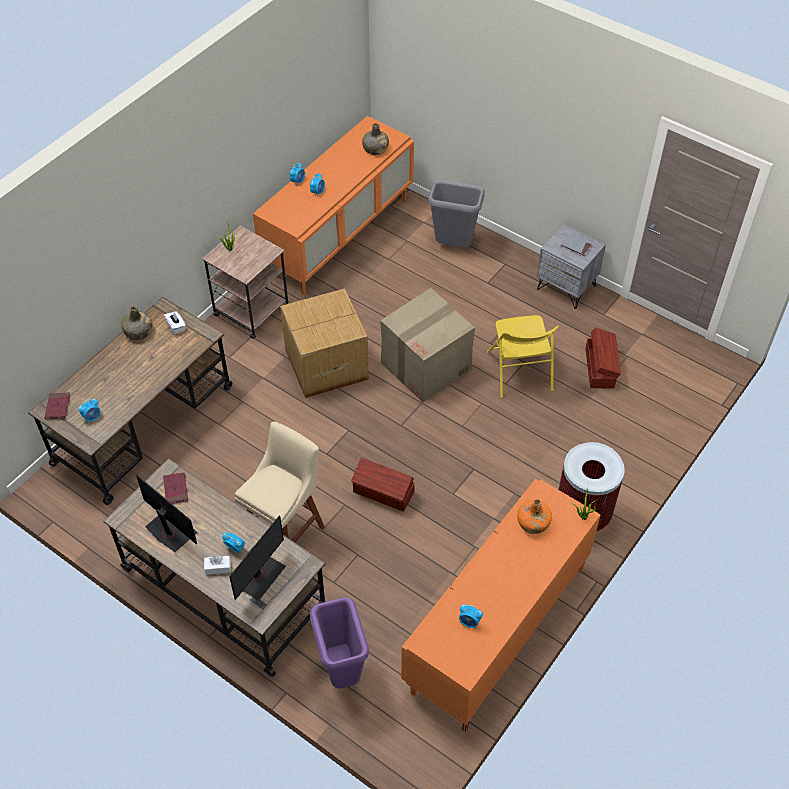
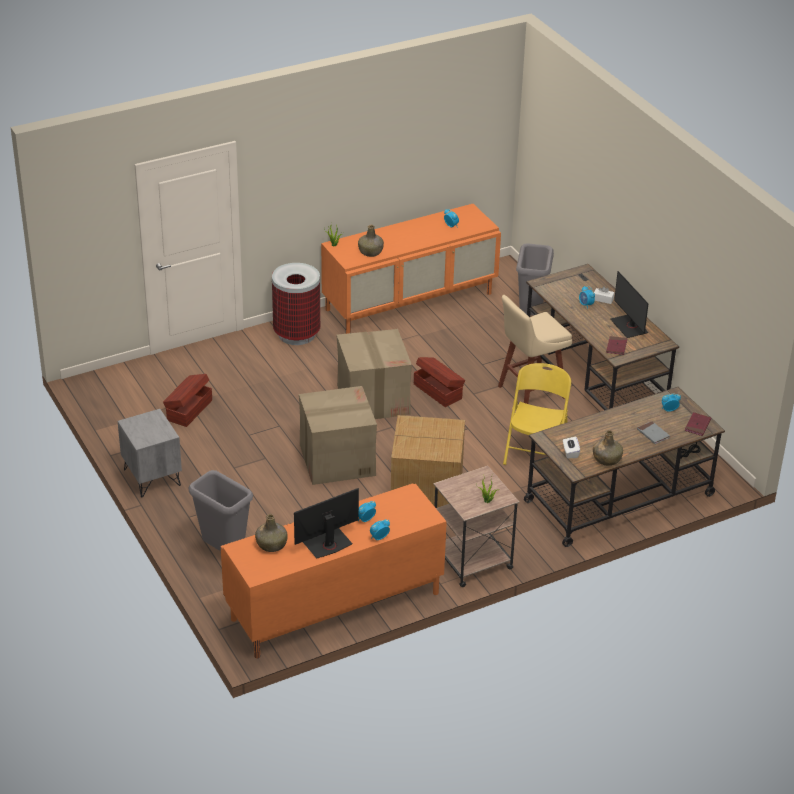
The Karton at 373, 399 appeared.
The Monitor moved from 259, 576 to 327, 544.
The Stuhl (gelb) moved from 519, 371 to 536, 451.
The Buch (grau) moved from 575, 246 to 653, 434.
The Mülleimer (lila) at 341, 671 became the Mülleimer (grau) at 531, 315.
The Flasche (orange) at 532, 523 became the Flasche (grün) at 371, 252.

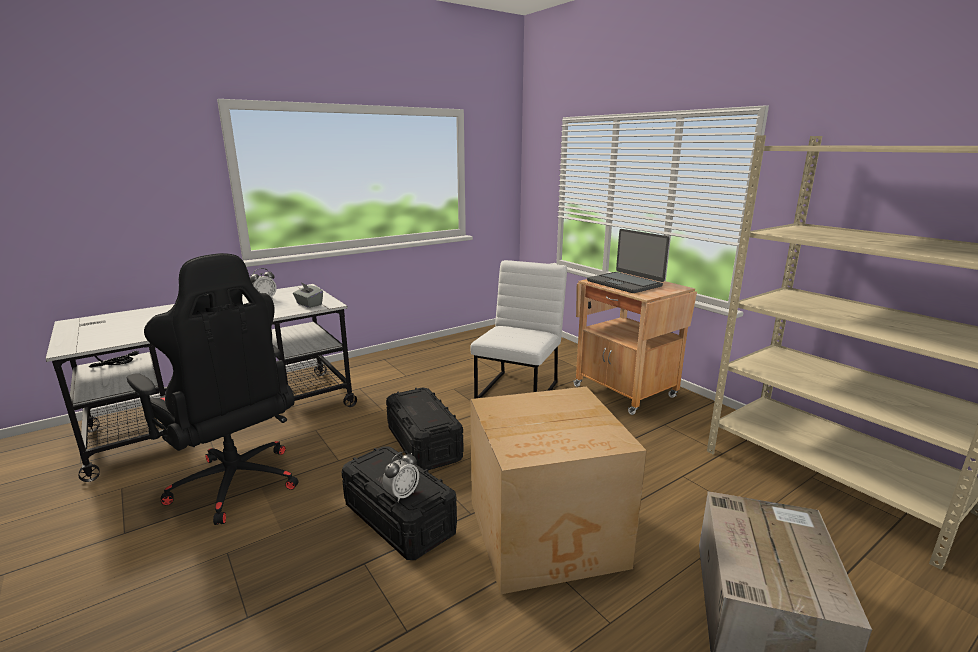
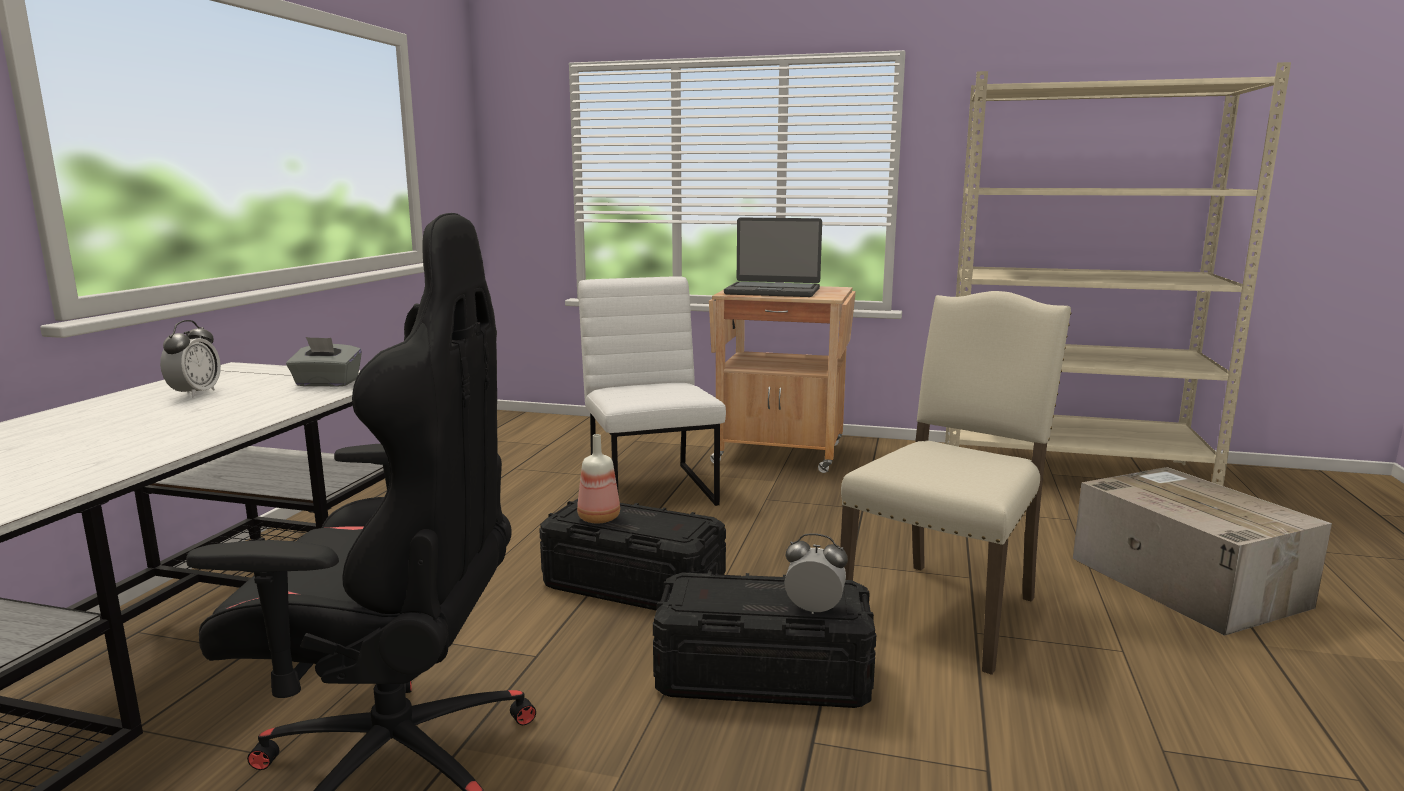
The Flasche at 599, 519 appeared.
The Karton at 548, 534 was replaced by the Stuhl (beige) at 946, 609.
The Wecker at 402, 495 turned 75 degrees counterclockwise.

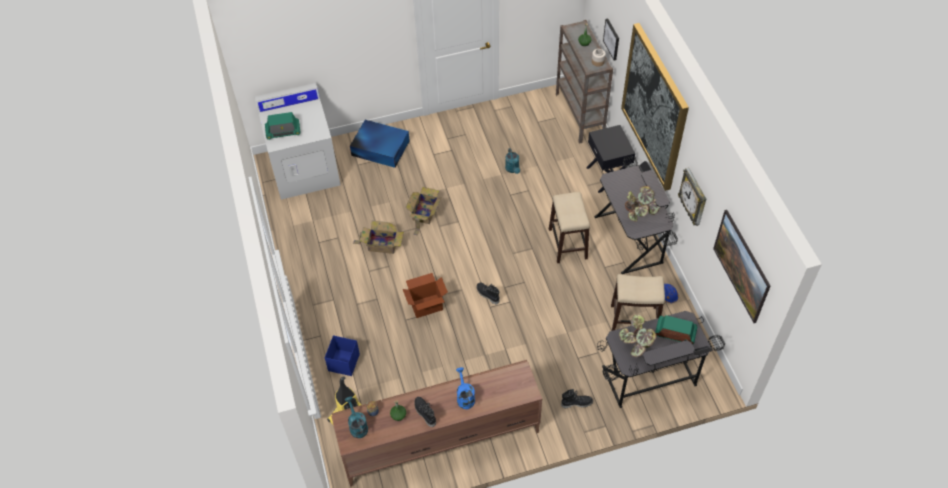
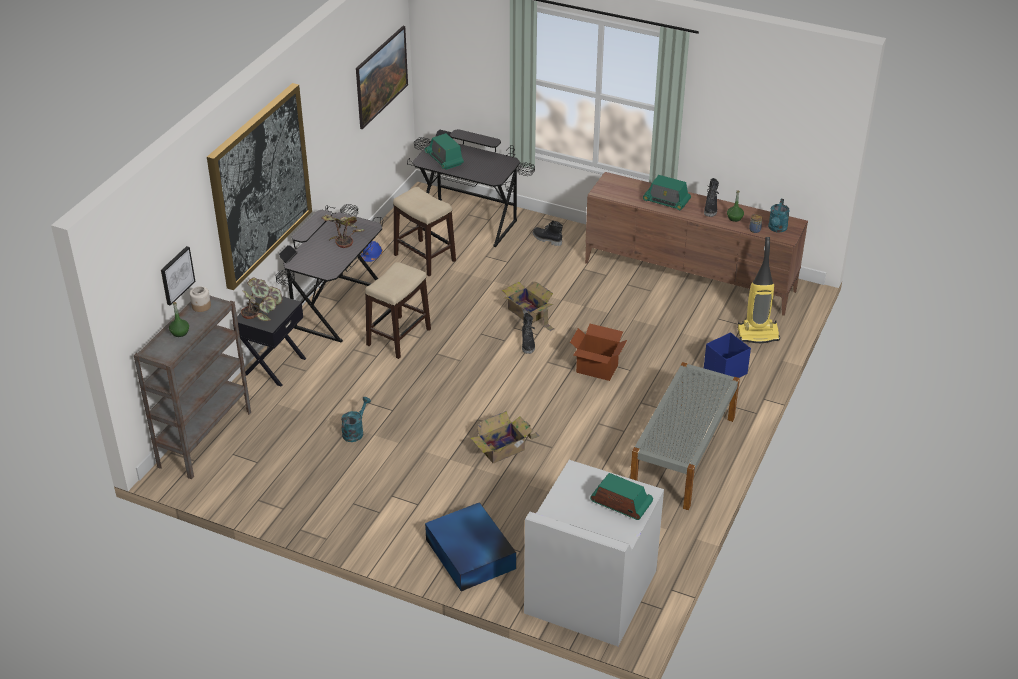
The Wanduhr at 693, 198 disappeared.
The Bank (grau) at 683, 454 appeared.
The Karton moved from 381, 244 to 528, 313.
The Topfpflanze moved from 636, 344 to 262, 311.
The Gießkanne (blau) at 464, 397 was replaced by the Radio at 666, 201.

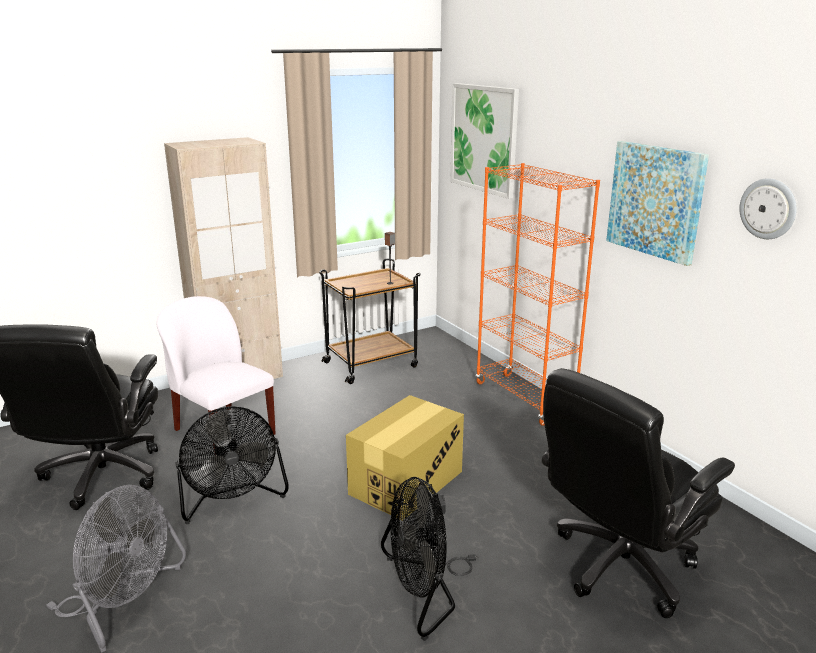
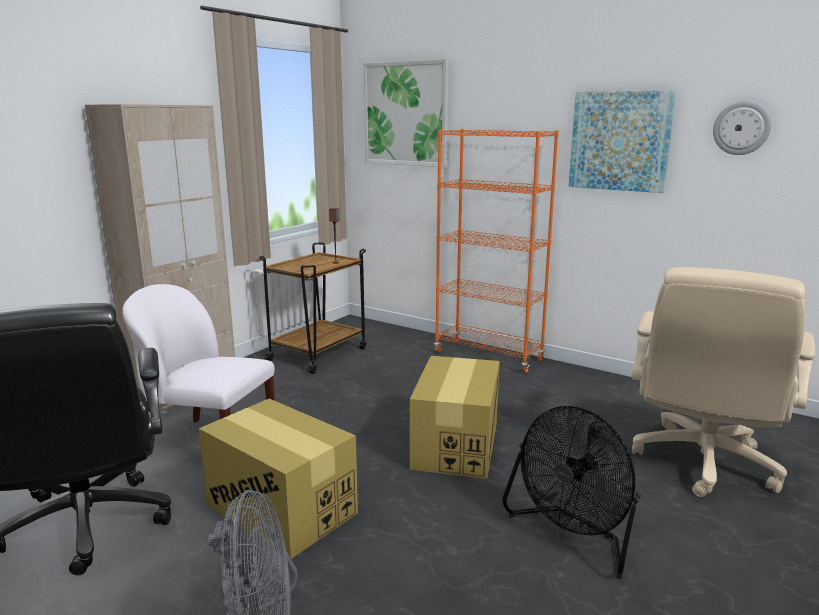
The Ventilator (schwarz) at 228, 499 was replaced by the Karton at 281, 508.
The Bürostuhl (schwarz) at 617, 567 became the Bürostuhl (beige) at 701, 465.

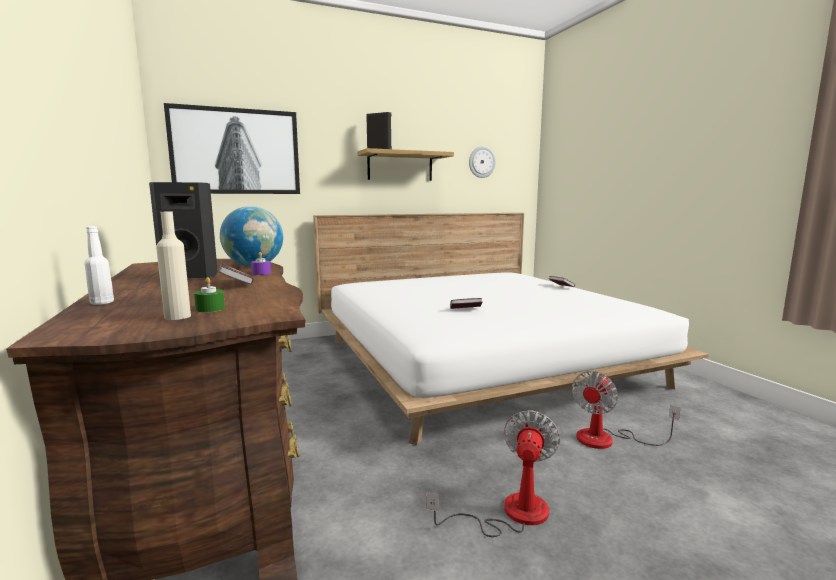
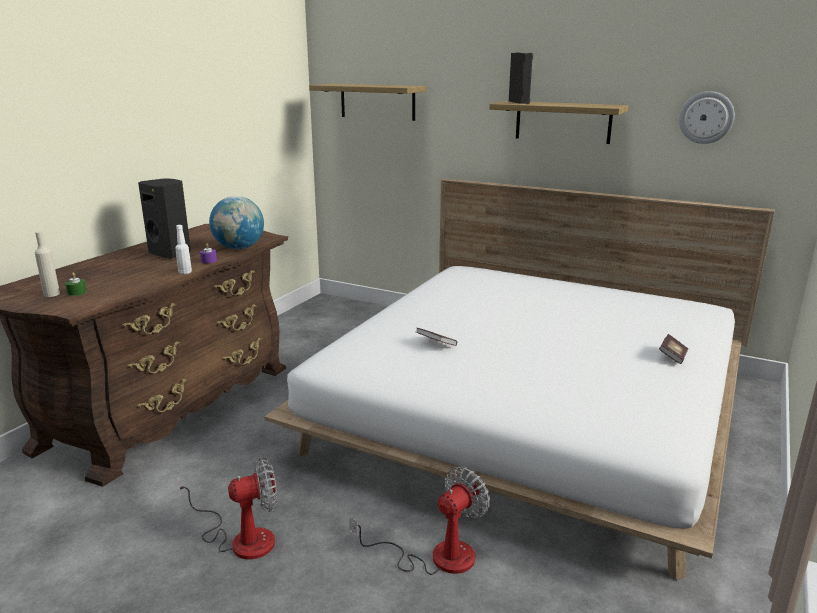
The Buch at 236, 284 disappeared.
The Flasche (weiß) moved from 102, 303 to 185, 272.
The Bild at 236, 151 was replaced by the Wandregal at 377, 101.
The Ventilator at 607, 439 turned 135 degrees clockwise.

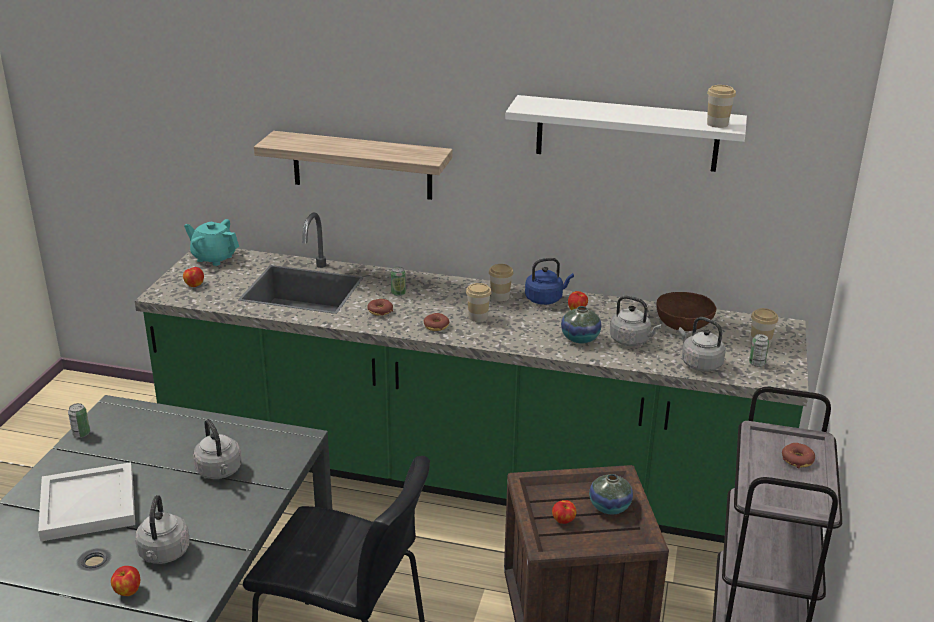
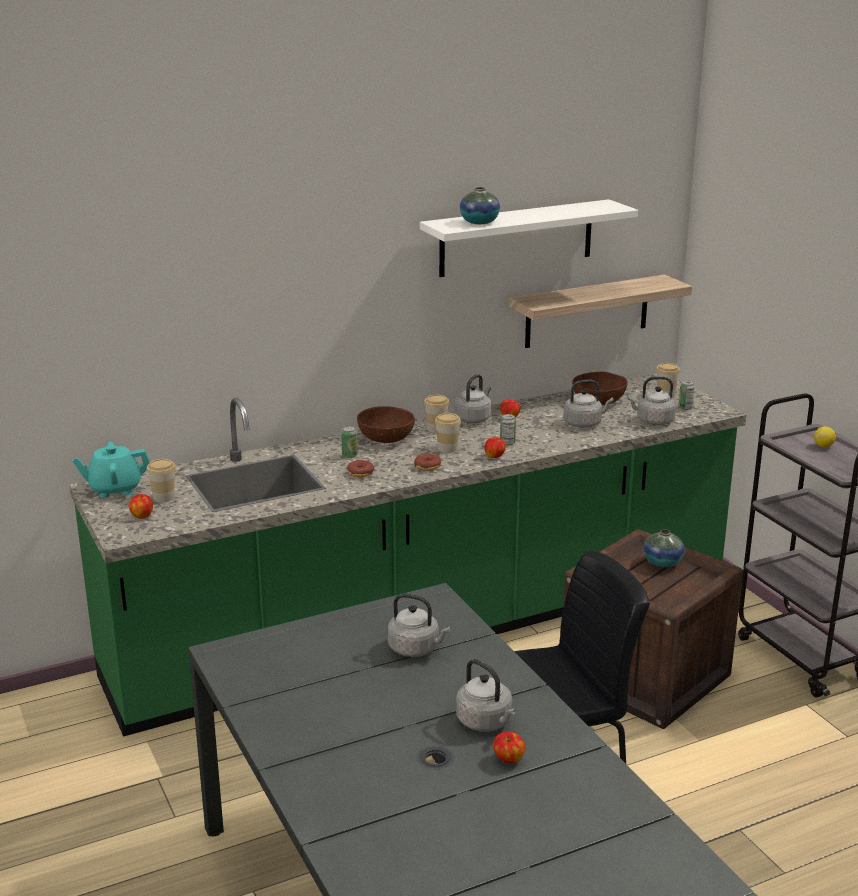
The Tablett (weiß) at 90, 504 disappeared.
The Schüssel (braun) at 386, 439 appeared.
The Dose moved from 81, 434 to 507, 443.
The Wandregal moved from 362, 165 to 587, 311.
The Apfel moved from 563, 521 to 494, 457.
The Vase moved from 580, 338 to 479, 222.
The Tasse moved from 717, 124 to 163, 497.
The Donut at 797, 460 was replaced by the Zitrone at 823, 446.
The Wasserkessel (blau) at 545, 299 became the Wasserkessel (grau) at 473, 418.

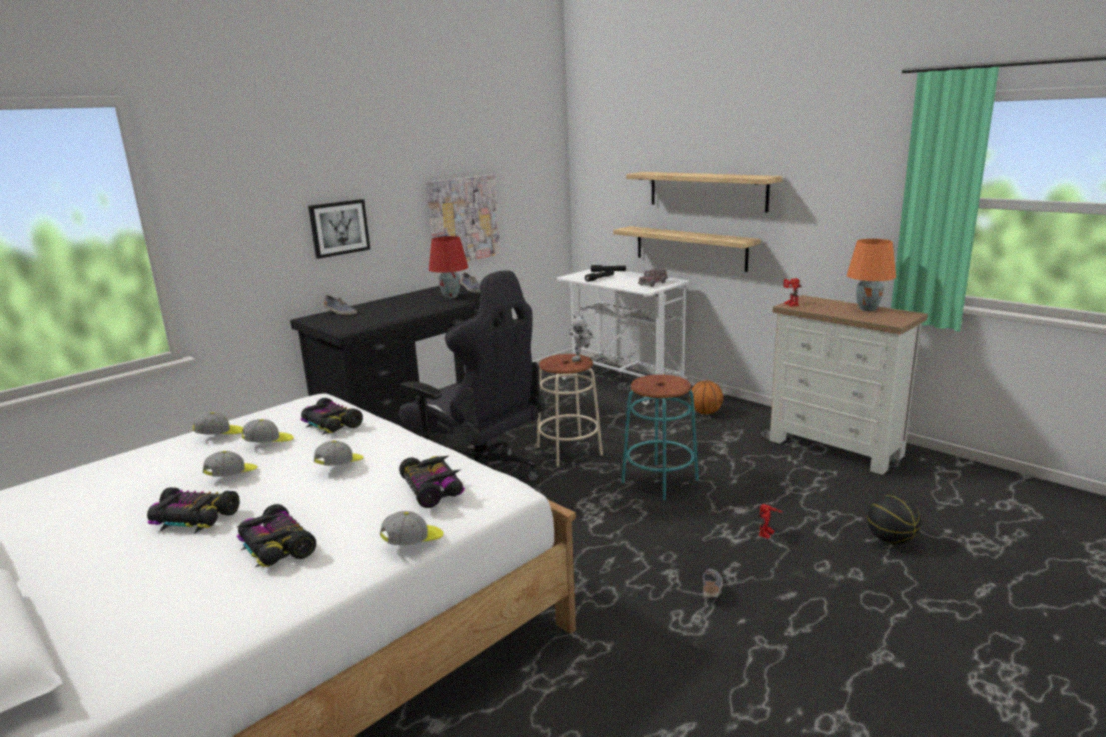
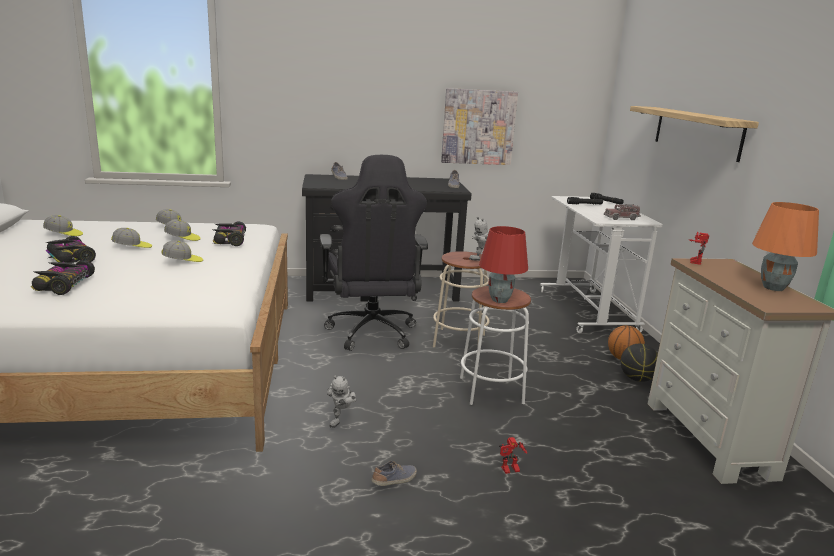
The Bild at 339, 228 disappeared.
The Spielzeugauto at 433, 489 disappeared.
The Wandregal at 690, 248 disappeared.
The Spielzeugroboter at 342, 420 appeared.
The Kappe moved from 413, 541 to 64, 234.
The Tischlampe (rot) moved from 451, 297 to 500, 300.
The Basketball moved from 891, 540 to 637, 379.
The Hocker (türkis) at 660, 481 became the Hocker (weiß) at 491, 390.

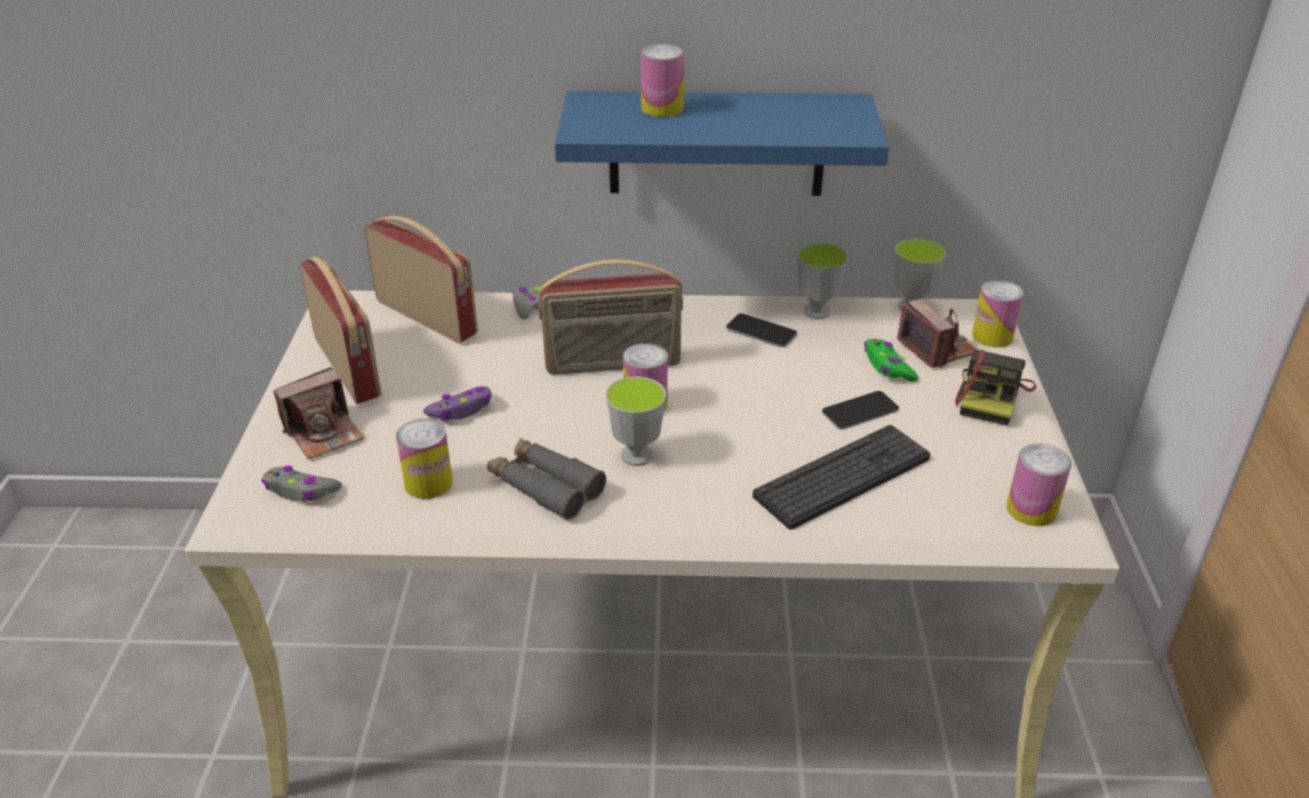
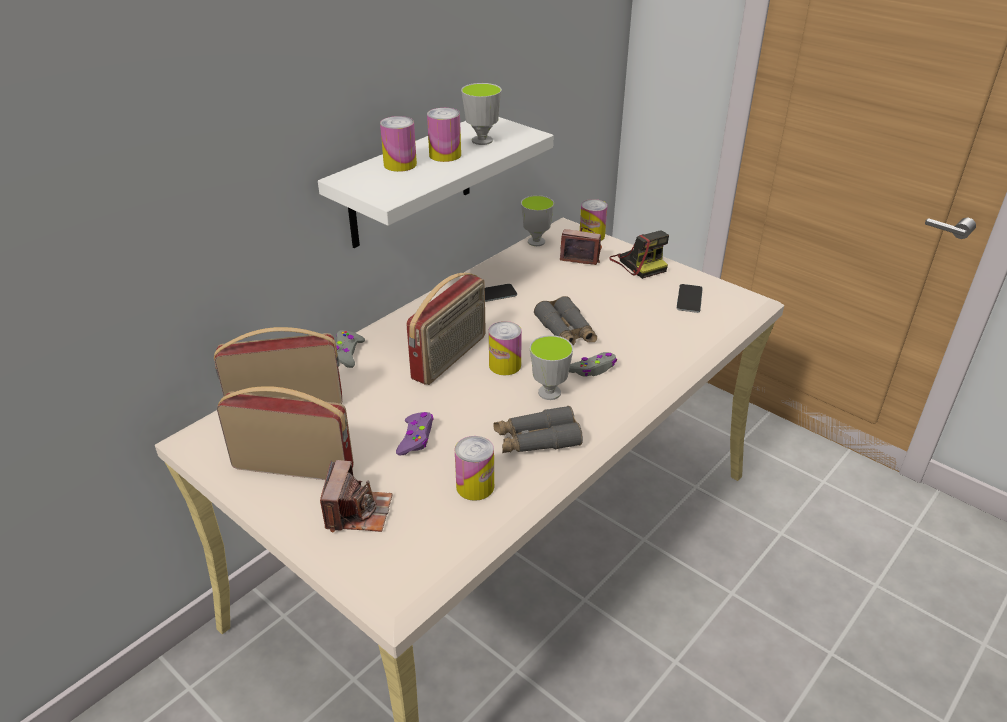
The Tastatur at 842, 477 disappeared.
The Gamepad (grün) at 887, 367 disappeared.
The Fernglas (grau) at 566, 331 appeared.
The Gamepad (grau) moved from 301, 491 to 593, 369.
The Tasse moved from 816, 312 to 482, 140.
The Handy moved from 860, 411 to 689, 299.
The Dose moved from 1031, 509 to 445, 155.
The Wandregal (blau) at 717, 144 became the Wandregal (weiß) at 410, 181.

